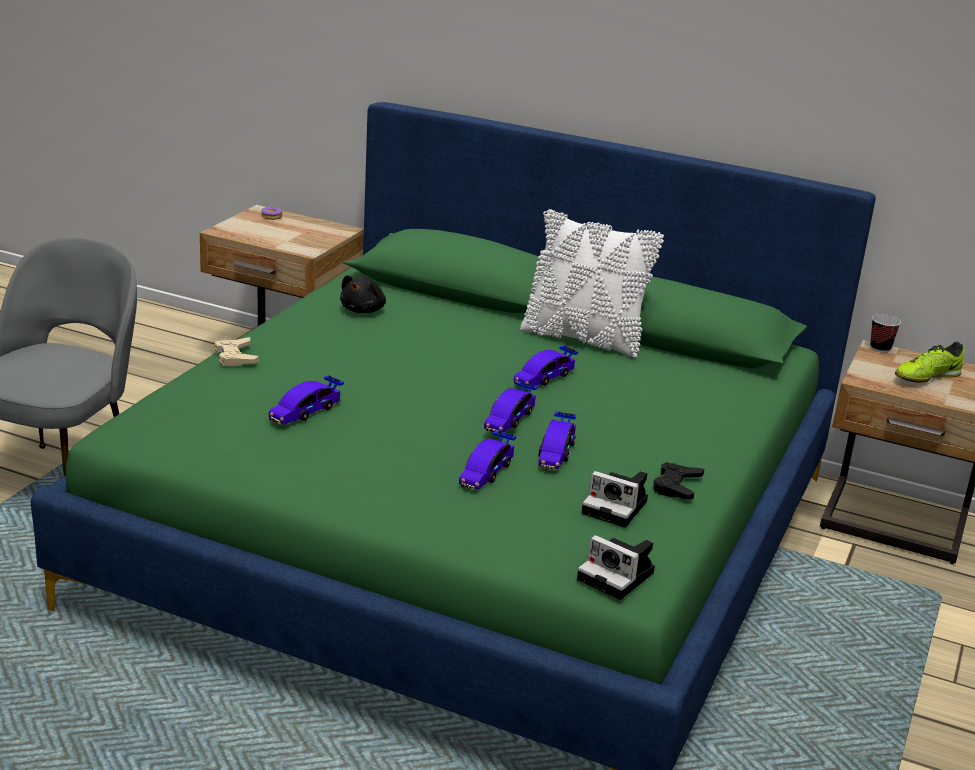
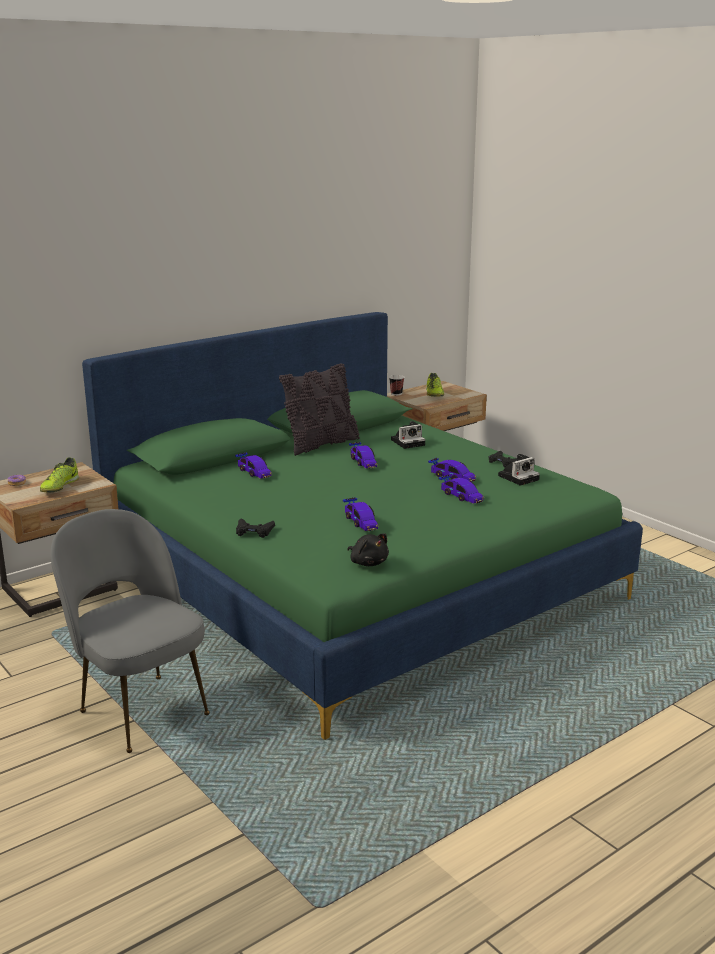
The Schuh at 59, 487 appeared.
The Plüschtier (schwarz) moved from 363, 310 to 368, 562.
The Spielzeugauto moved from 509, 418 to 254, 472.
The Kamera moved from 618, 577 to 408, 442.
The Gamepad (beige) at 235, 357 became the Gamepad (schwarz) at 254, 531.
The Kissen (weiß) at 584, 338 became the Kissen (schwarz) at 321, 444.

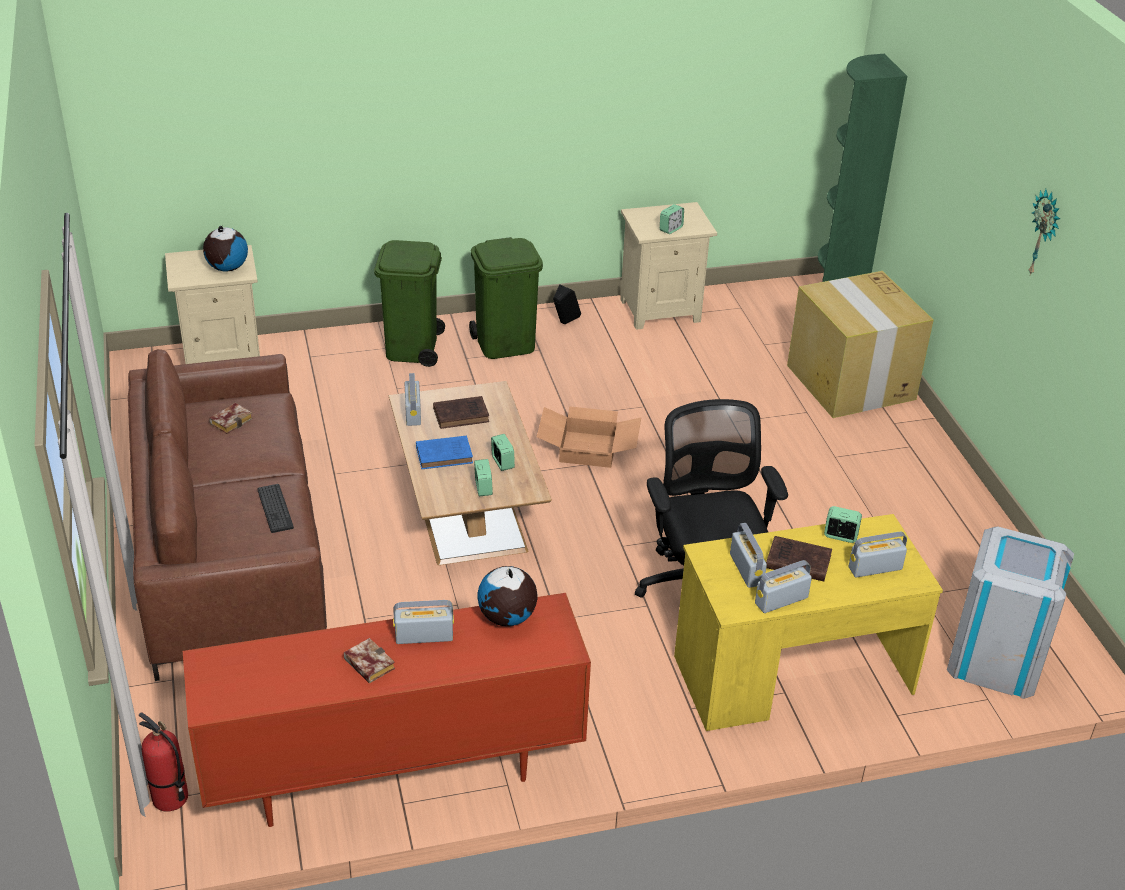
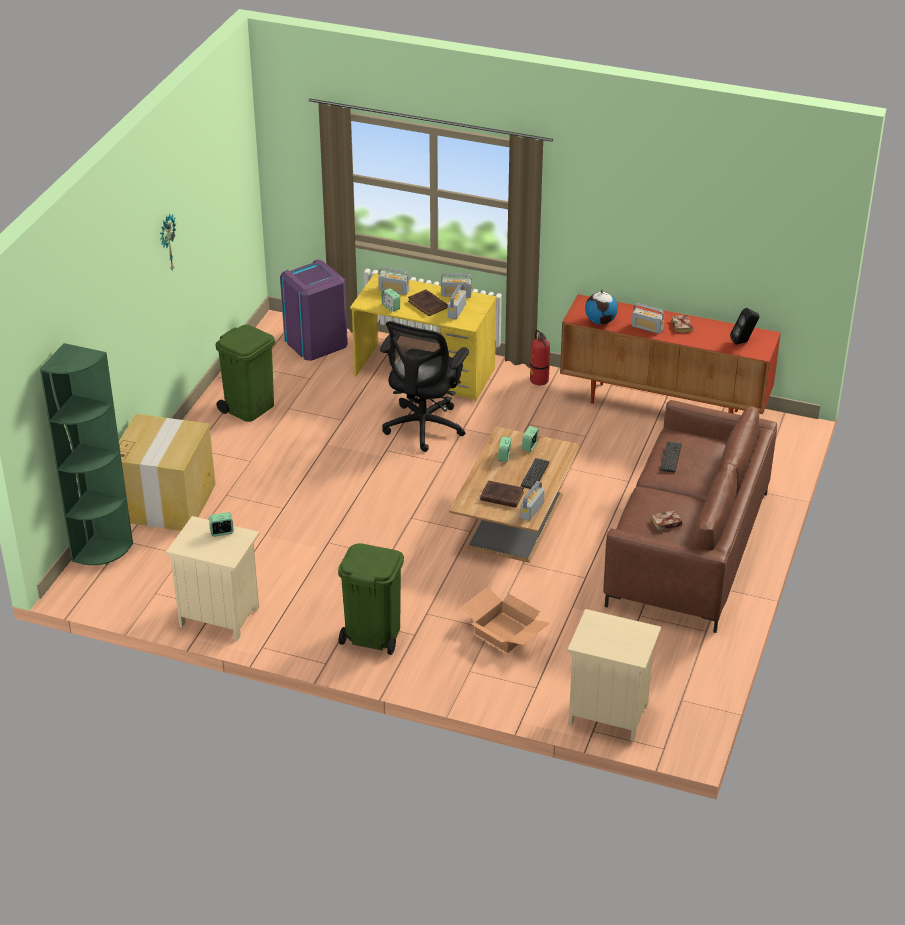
The Globus at 227, 268 disappeared.
The Feuerlöscher moved from 169, 798 to 539, 380.
The Mülleimer (grün) moved from 412, 349 to 250, 407.
The Karton moved from 587, 450 to 505, 632.
The Lautsprecher (schwarz) moved from 564, 323 to 743, 342.
The Buch (blau) at 446, 455 was replaced by the Tastatur at 535, 474.
The Mülleimer (grau) at 995, 659 became the Mülleimer (lila) at 315, 342.

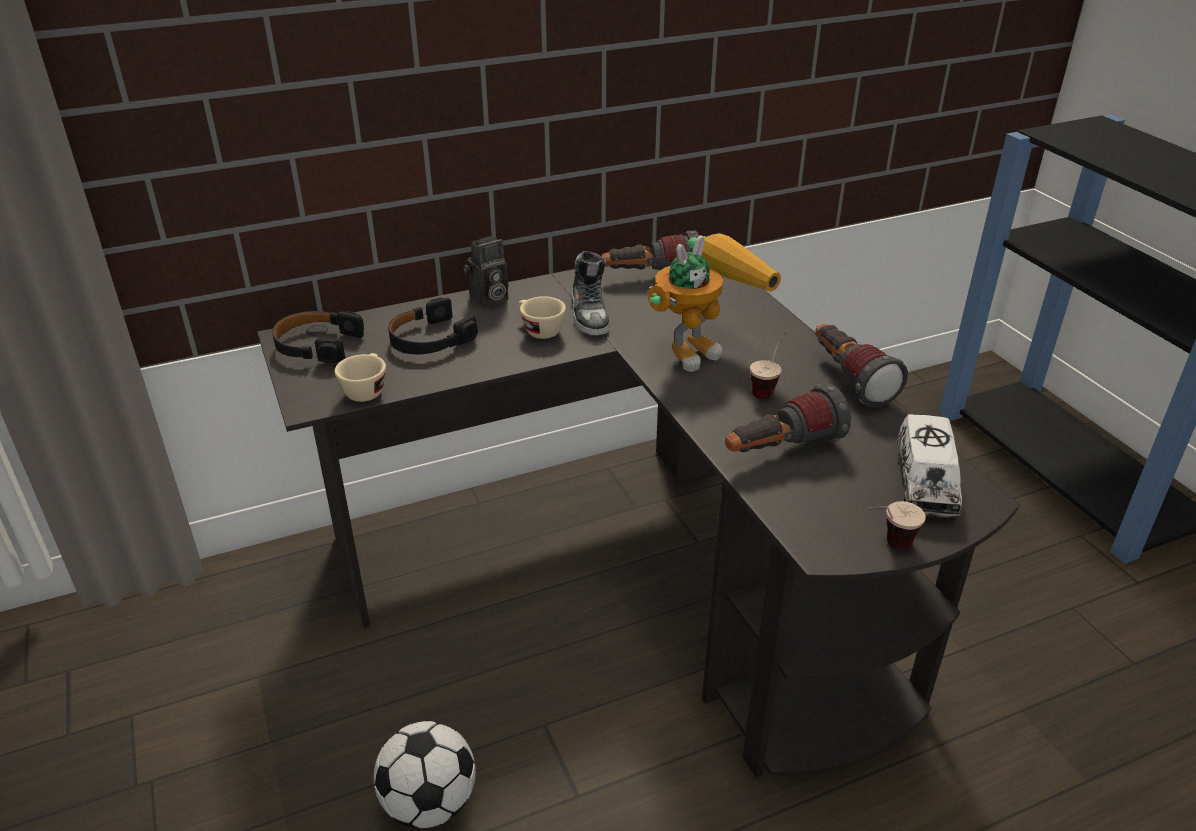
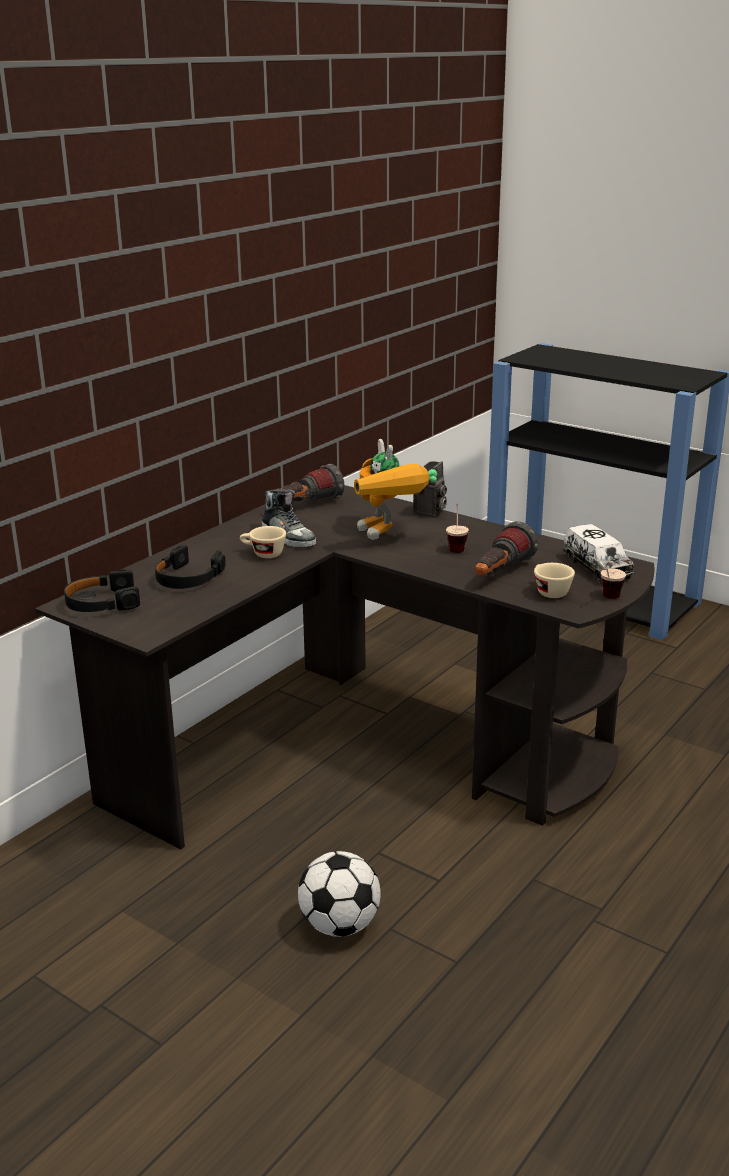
The Taschenlampe at 848, 380 disappeared.
The Tasse (beige) moved from 366, 389 to 549, 591.
The Kamera moved from 488, 300 to 429, 513.
The Spielzeugroboter at 702, 346 turned 135 degrees clockwise.

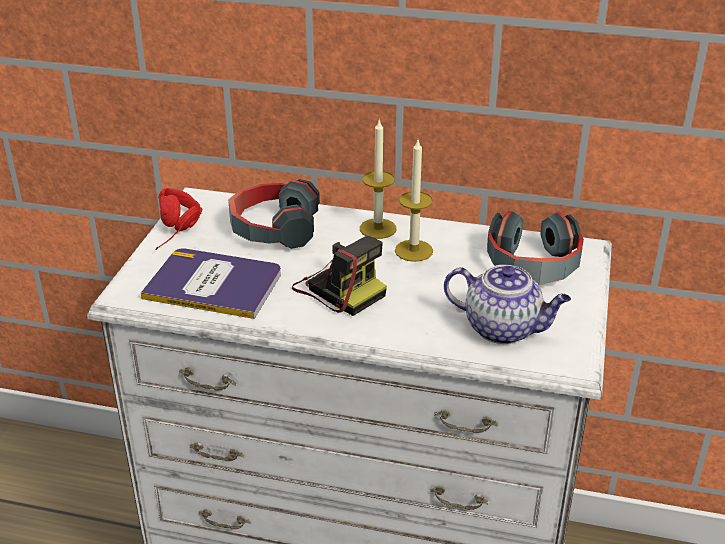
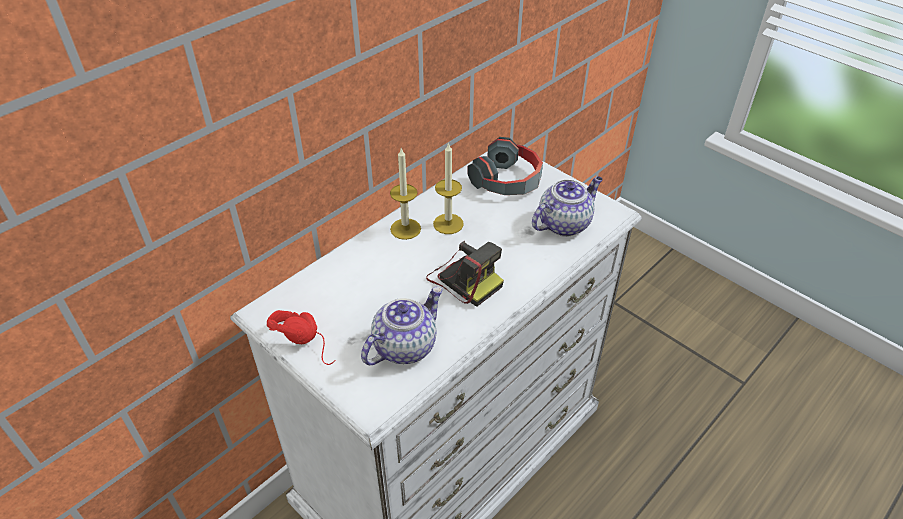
The Kopfhörer at 273, 229 disappeared.
The Buch at 214, 284 was replaced by the Teekanne at 404, 346.
The Kamera at 339, 288 turned 60 degrees clockwise.

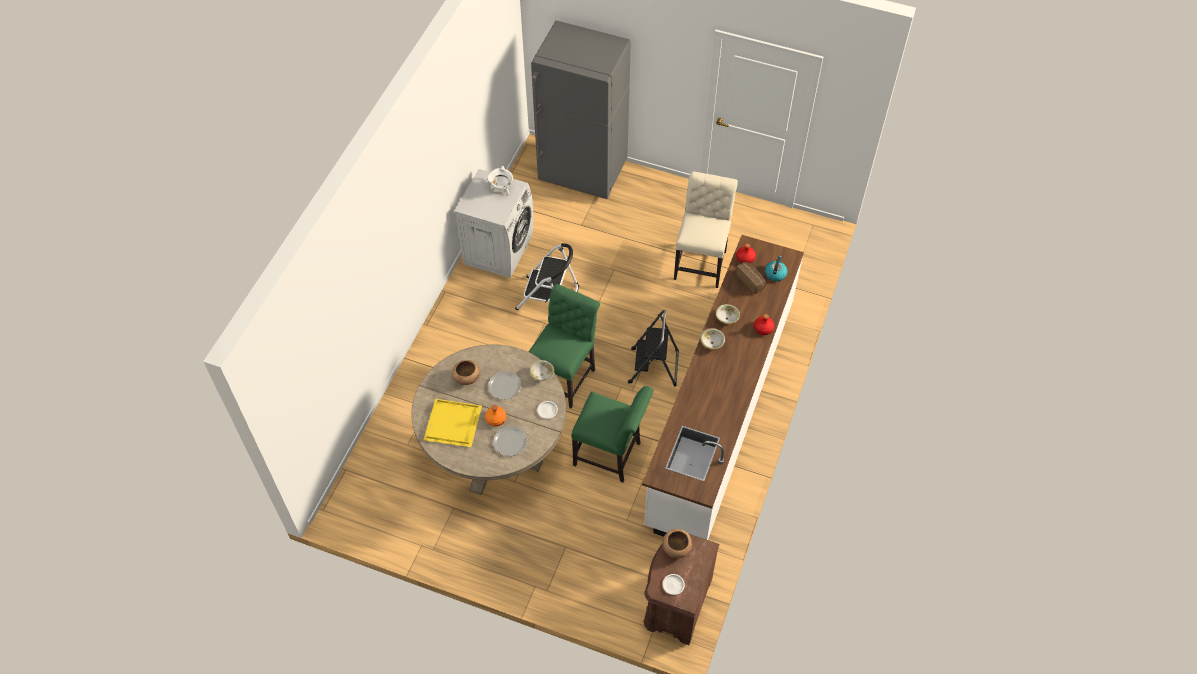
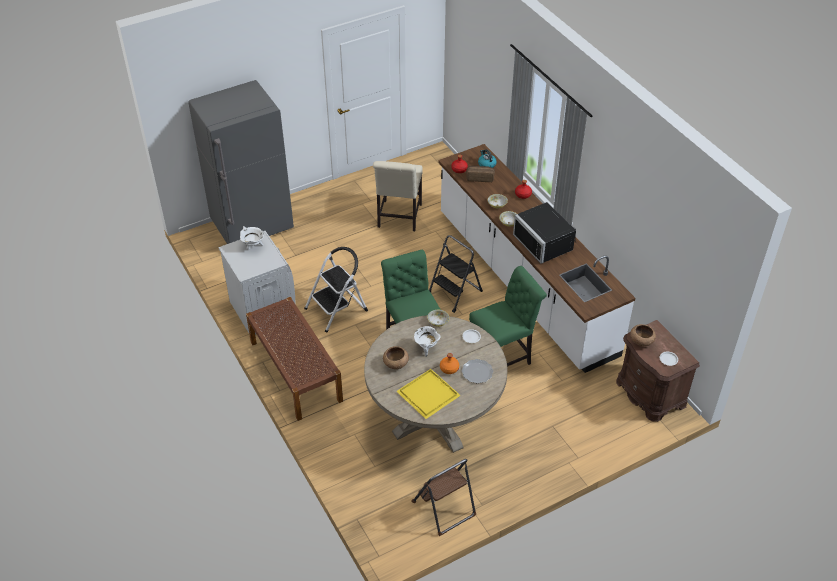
The Bank (braun) at 295, 371 appeared.
The Trittleiter (braun) at 445, 509 appeared.
The Mikrowelle (schwarz) at 546, 242 appeared.
The Teller at 504, 386 was replaced by the Kochtopf (weiß) at 426, 348.
The Stuhl (beige) at 701, 262 turned 135 degrees counterclockwise.

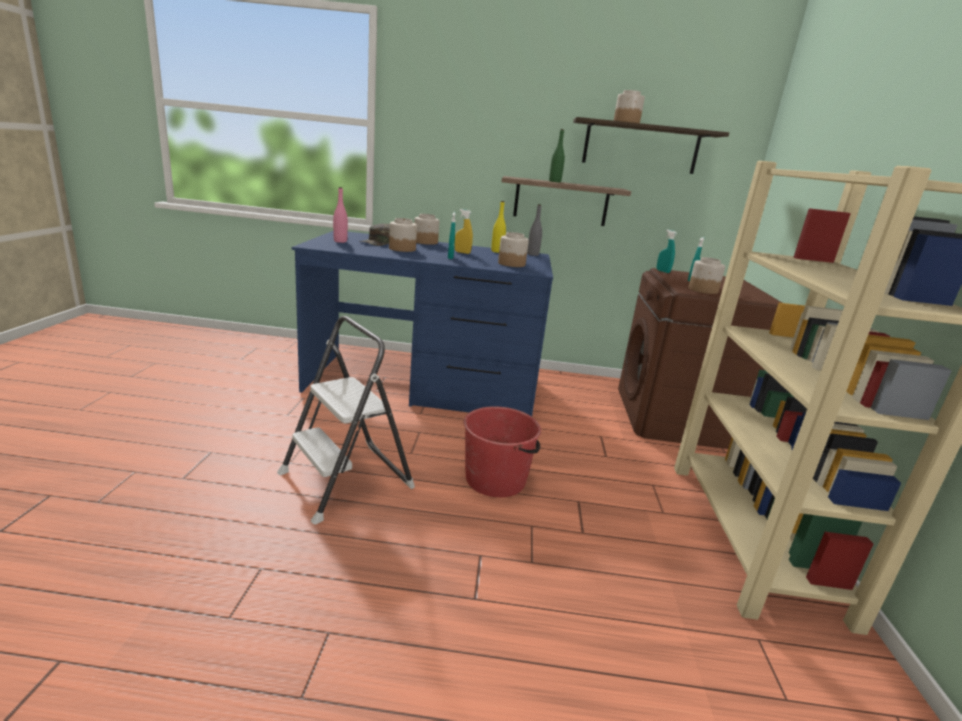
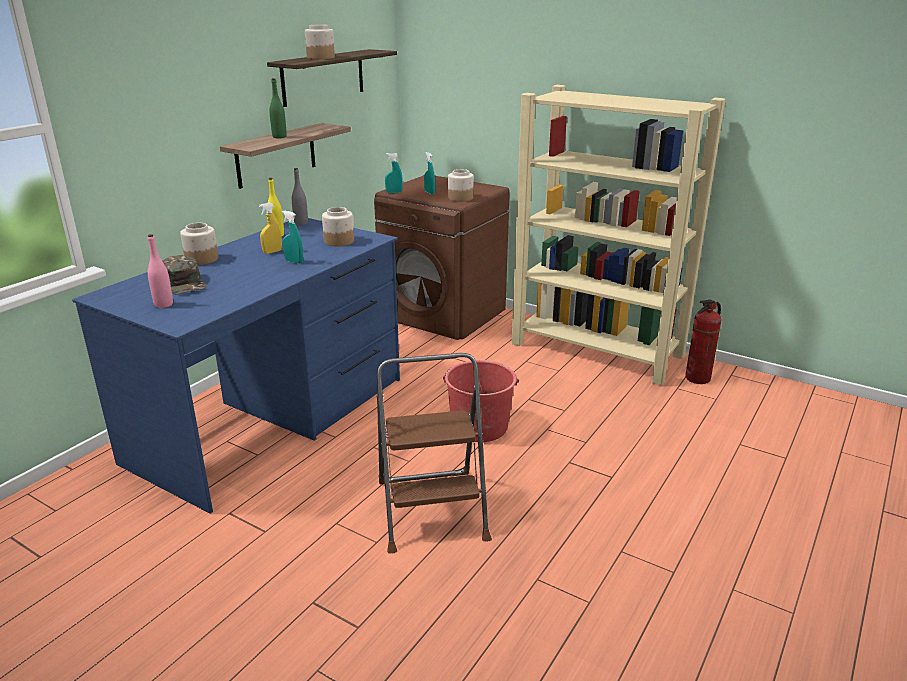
The Vorratsglas at 402, 249 disappeared.
The Feuerlöscher at 698, 378 appeared.
The Trittleiter (weiß) at 351, 479 became the Trittleiter (braun) at 431, 505.

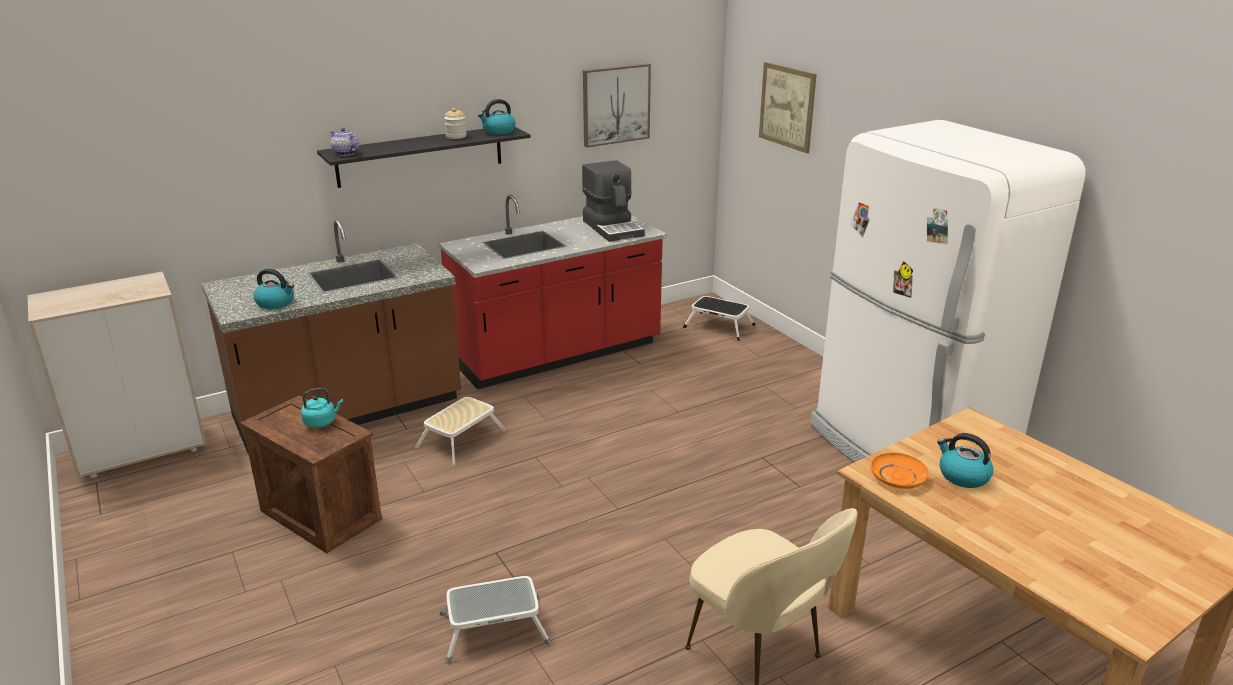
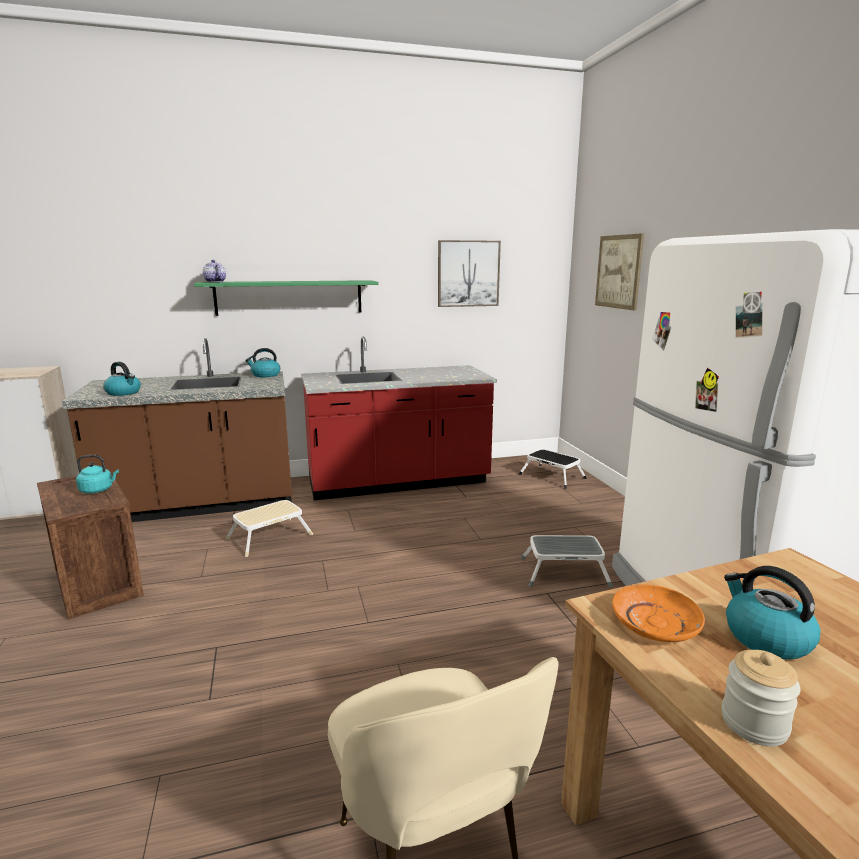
The Kaffeemaschine at 613, 228 disappeared.
The Trittleiter (grau) moved from 494, 629 to 564, 572.
The Vorratsglas moved from 456, 136 to 754, 723.
The Wasserkessel moved from 498, 131 to 265, 375.
The Wandregal (schwarz) at 420, 156 became the Wandregal (grün) at 289, 297.

